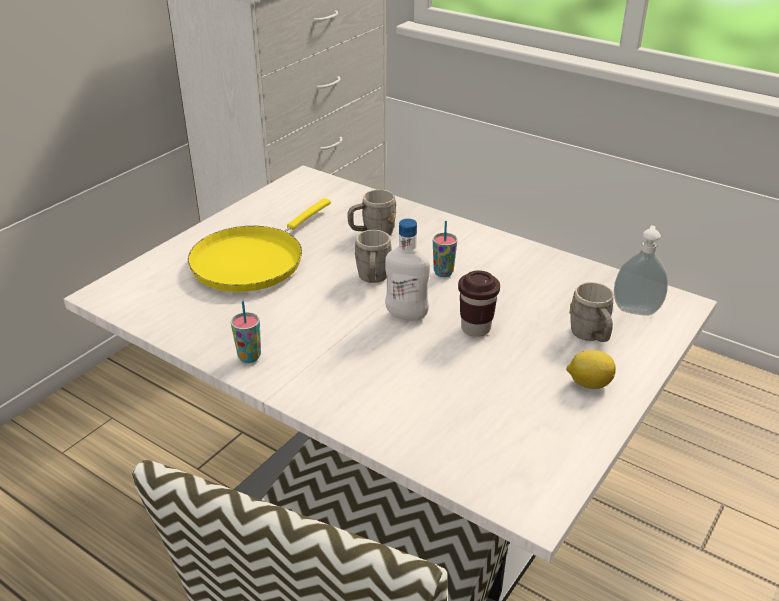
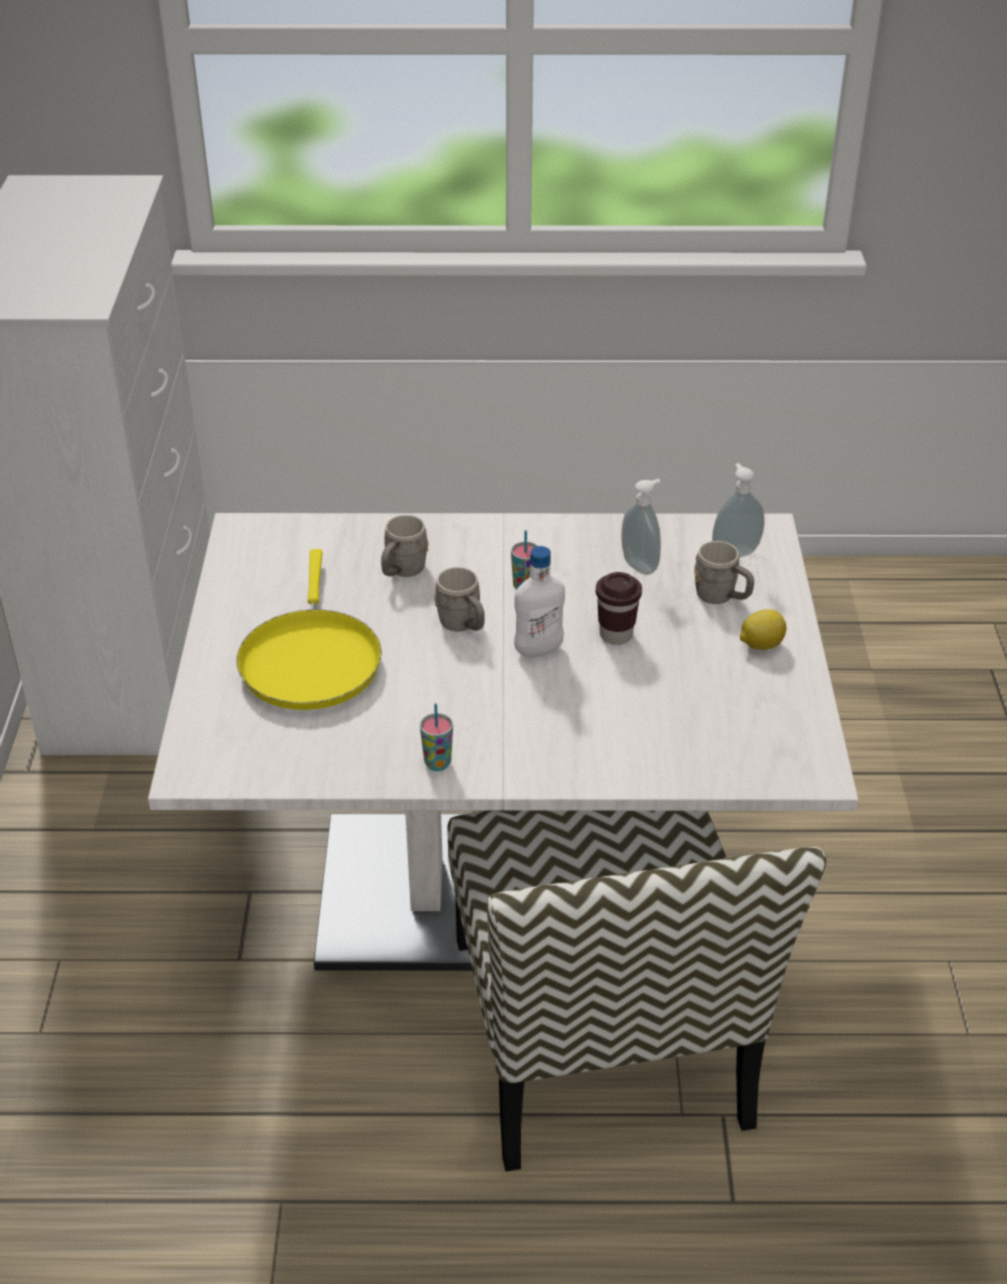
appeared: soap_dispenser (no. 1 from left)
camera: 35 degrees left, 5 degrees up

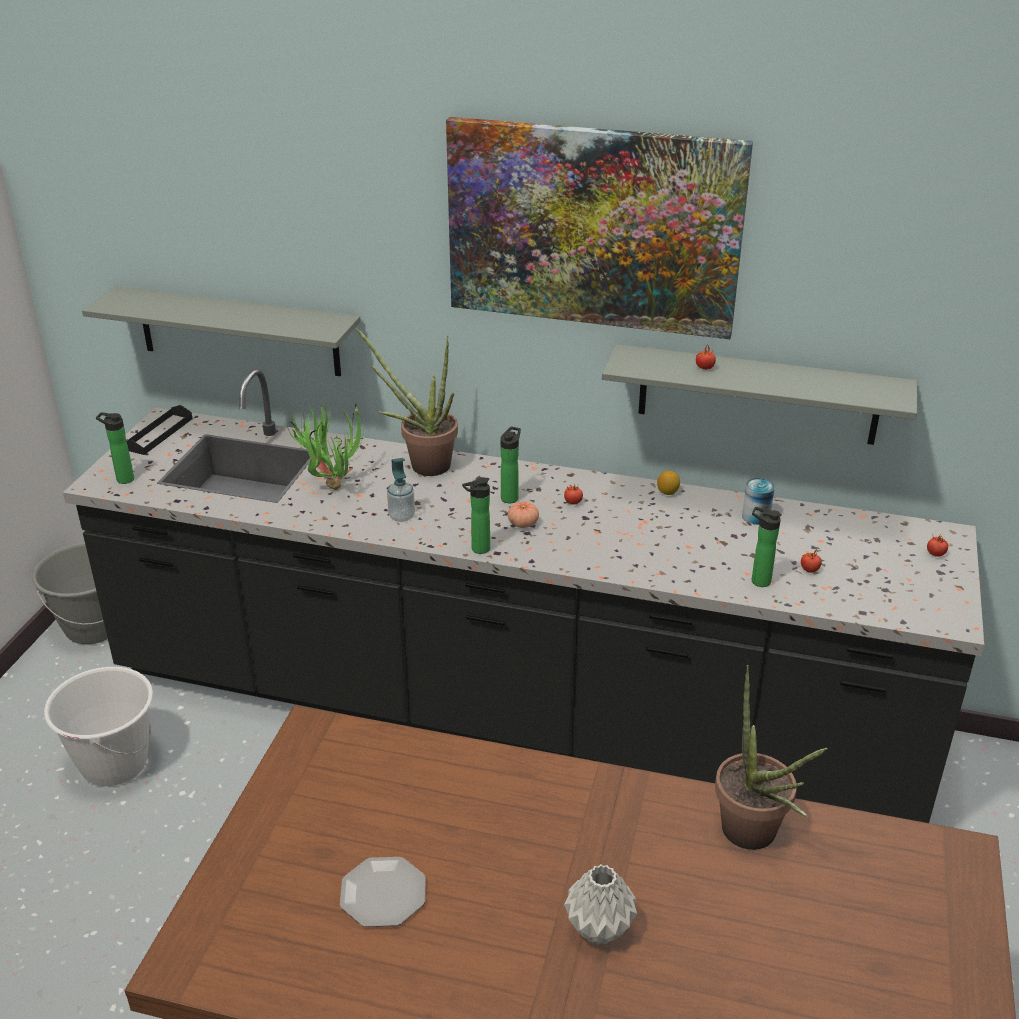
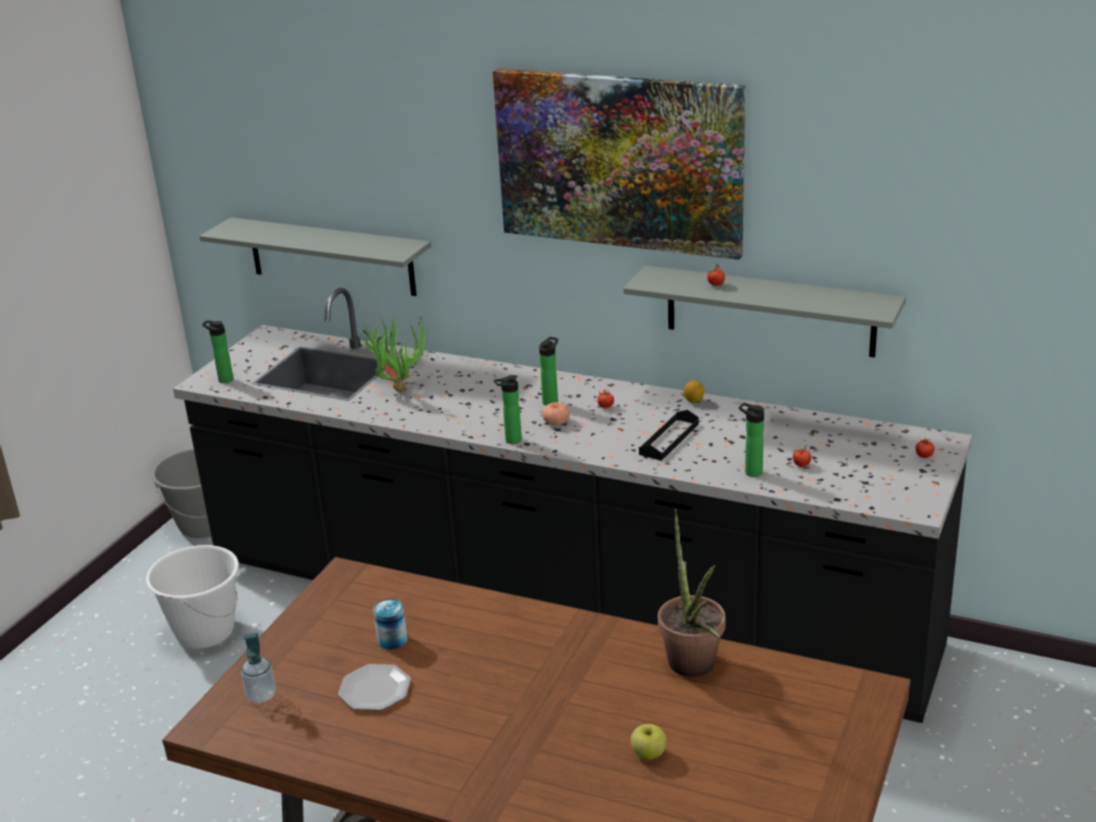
missing: houseplant (no. 2 from left); grey_flower_vase
appeared: apple_fruit
relocated: soap_dispenser; sealed_can; blackish_tray
camera: 10 degrees right, 5 degrees down

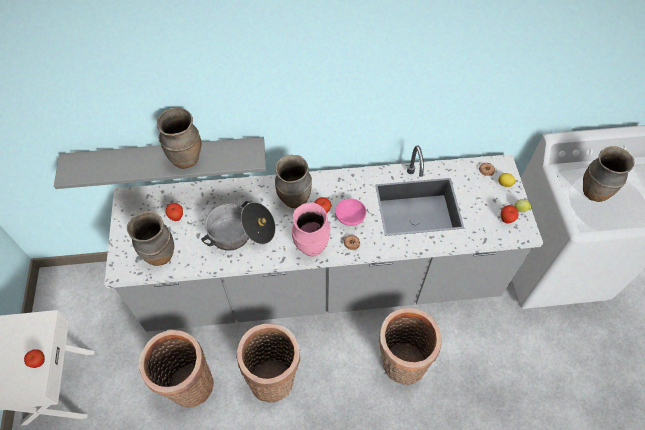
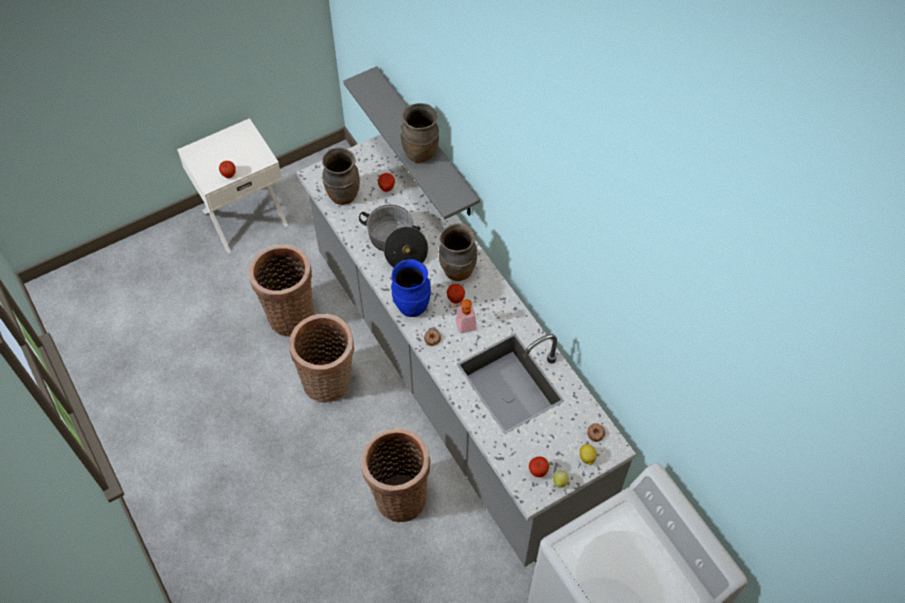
missing: brown-coloured_flower_vase (no. 4 from left)
exchanged: pink-coloured_bowl to soap_dispenser
colour: pink-coloured_flower_vase to blue_flower_vase
camera: 65 degrees right, 0 degrees up

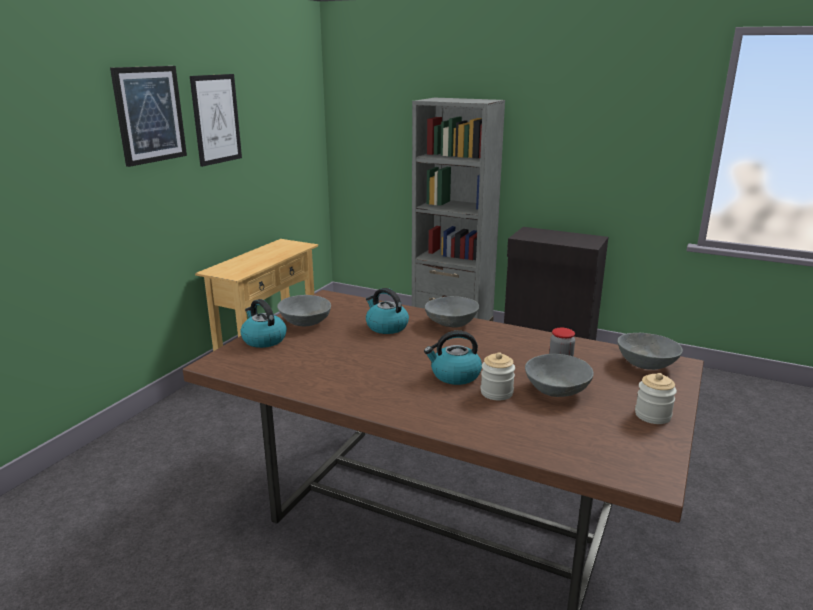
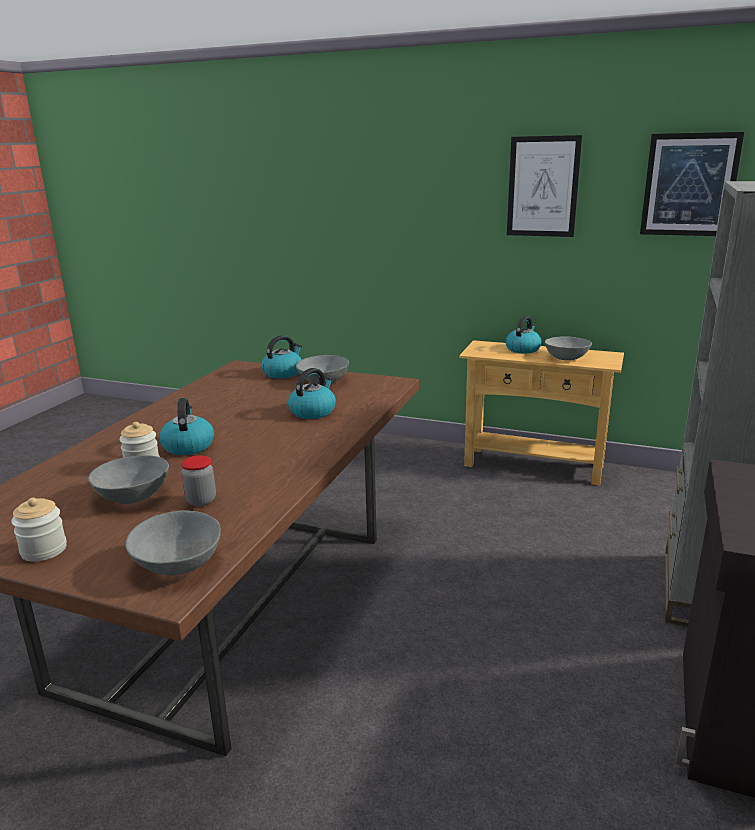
appeared: water_kettle (no. 4 from left)
relocated: grey_bowl (no. 2 from left in the first image) to grey_bowl (no. 4 from left); wall_art (no. 1 from left in the first image) to wall_art (no. 2 from left)
camera: 85 degrees right, 0 degrees up

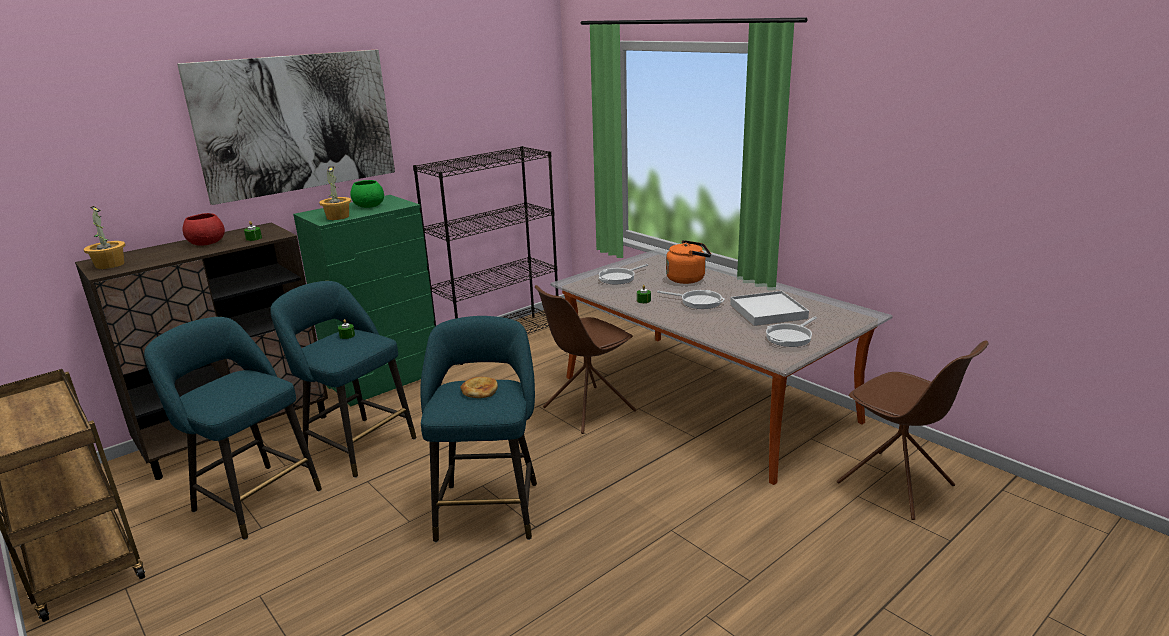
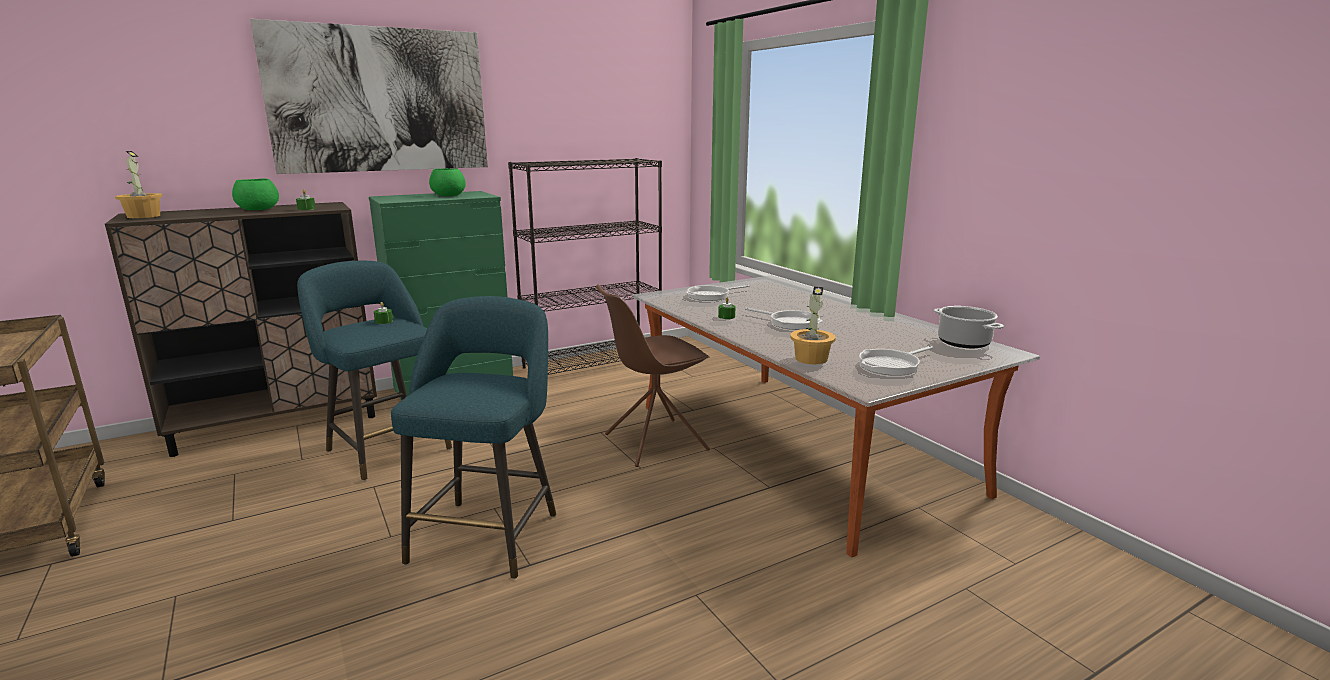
missing: turquoise-coloured_stool (no. 1 from left); bakery_bread; orange_water_kettle; white-coloured_tray; brown-coloured_upright_chair (no. 2 from left)
appeared: cooking_pot
relocated: houseplant (no. 2 from left)
colour: reddish_bowl to green-coloured_bowl (no. 1 from left)
camera: 10 degrees right, 5 degrees down

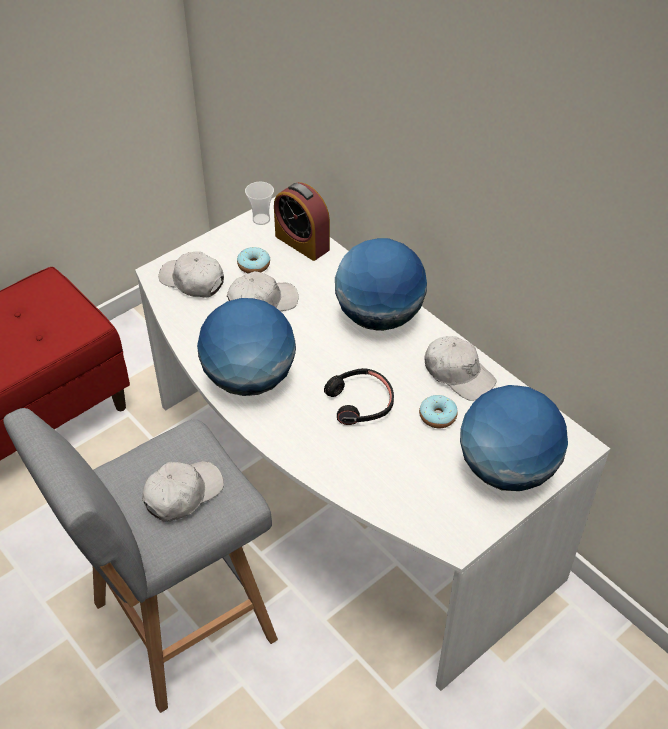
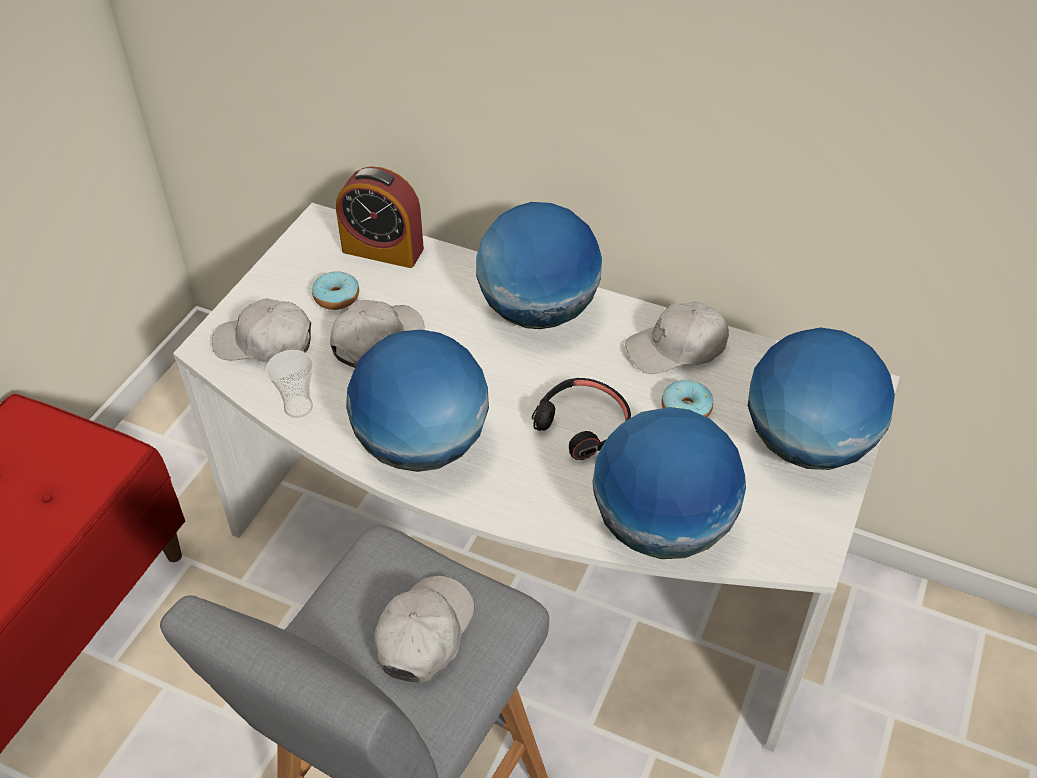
appeared: desk_globe (no. 3 from left)
relocated: drinking_cup
spun: white-coloured_baseball_cap (no. 4 from left) 150 degrees clockwise
camera: 25 degrees left, 0 degrees up

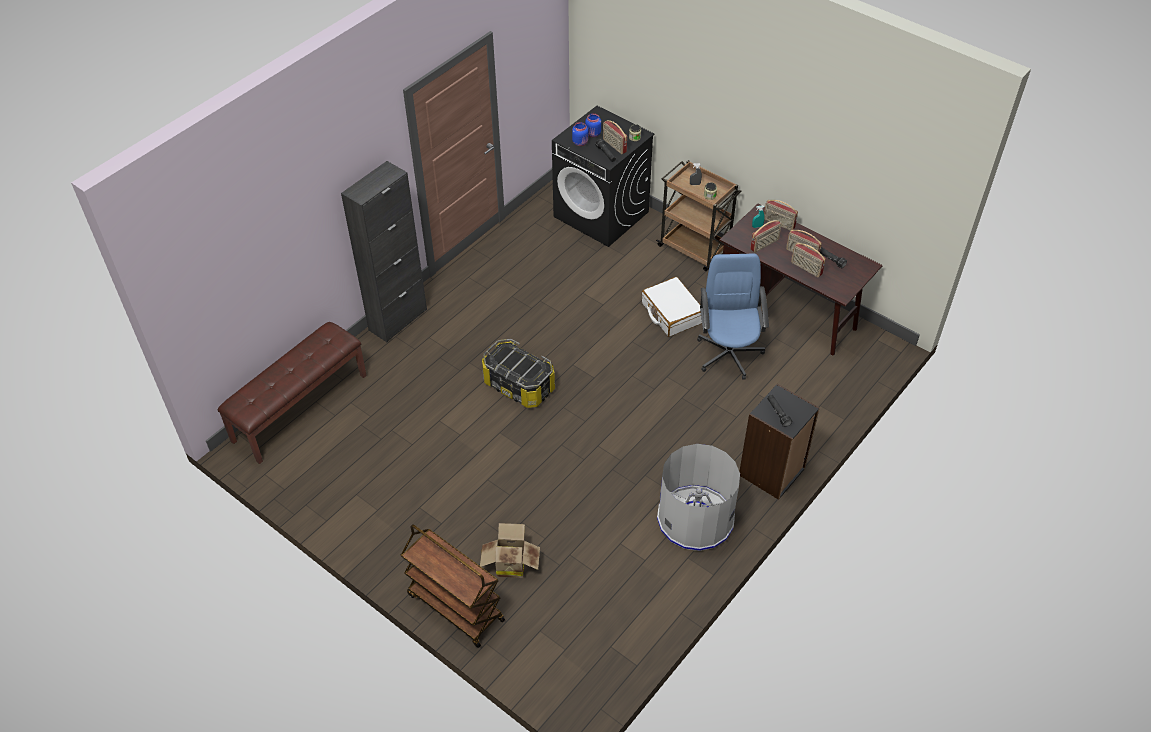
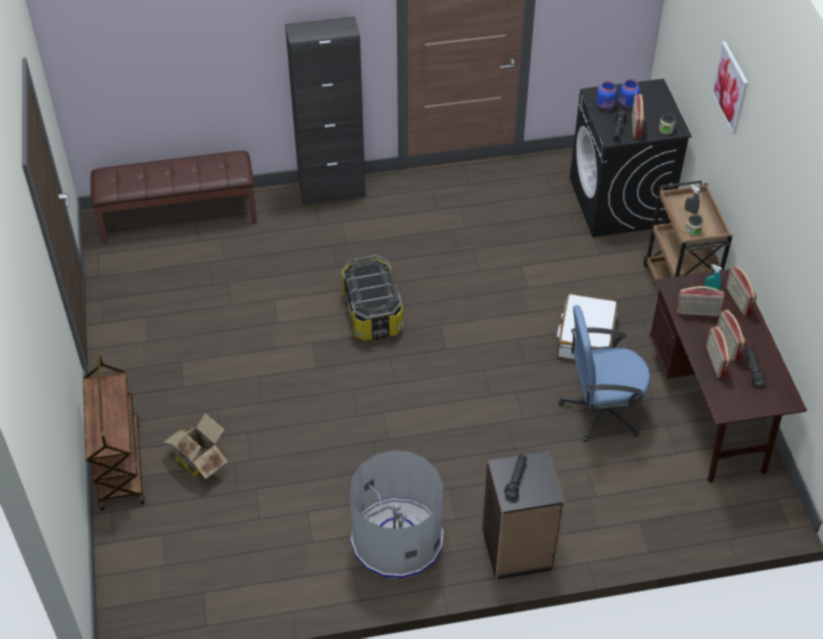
appeared: wall_art
spun: blue_computer_chair 135 degrees counterclockwise
camera: 40 degrees right, 0 degrees up

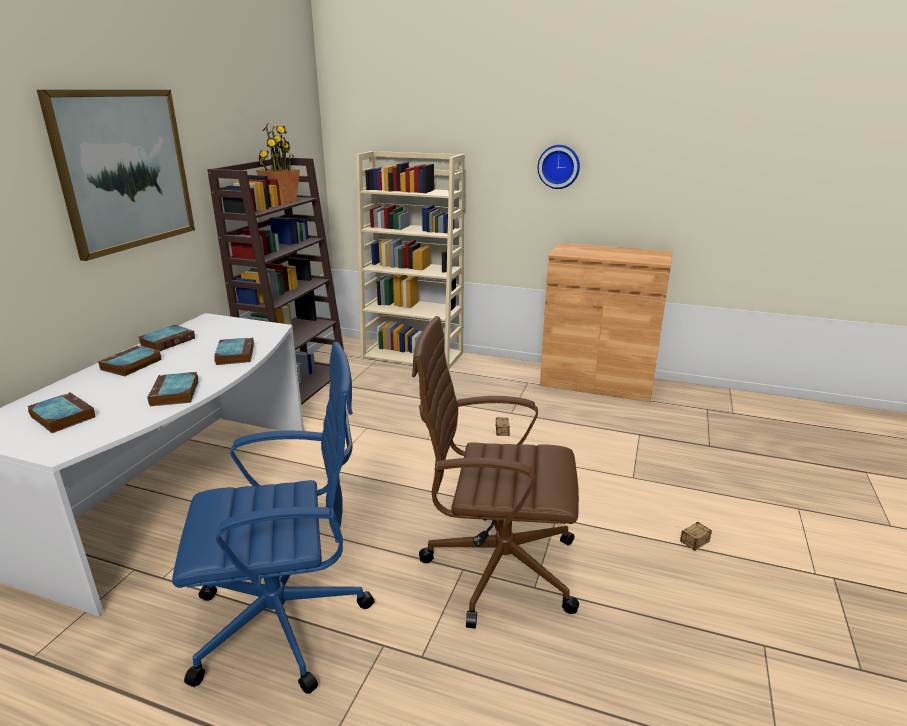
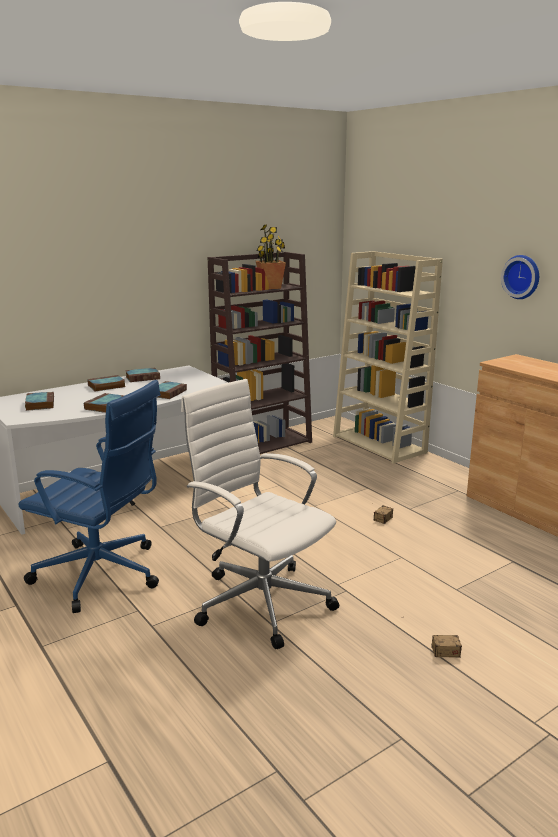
missing: wall_art
colour: brown-coloured_computer_chair to white-coloured_computer_chair
camera: 35 degrees right, 5 degrees down

